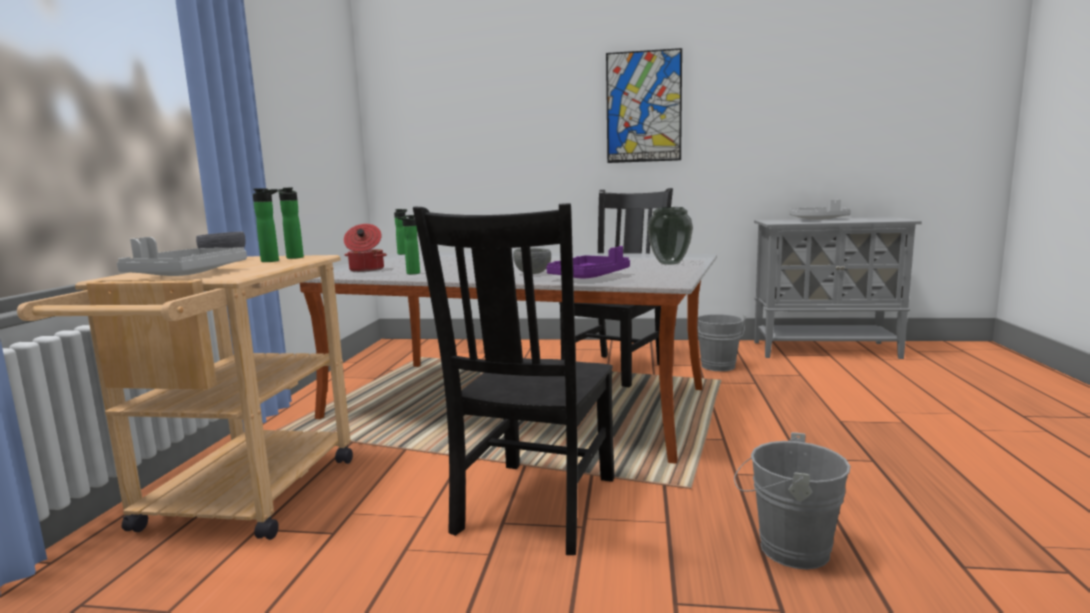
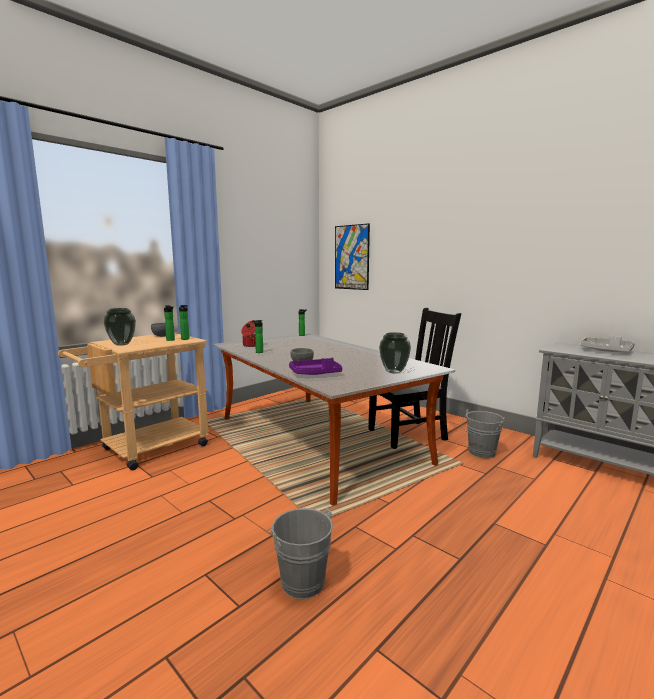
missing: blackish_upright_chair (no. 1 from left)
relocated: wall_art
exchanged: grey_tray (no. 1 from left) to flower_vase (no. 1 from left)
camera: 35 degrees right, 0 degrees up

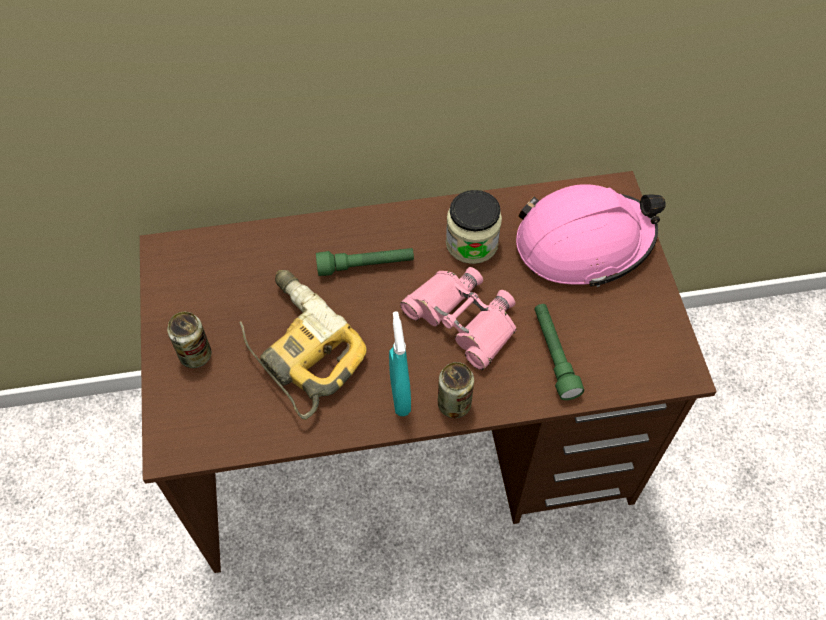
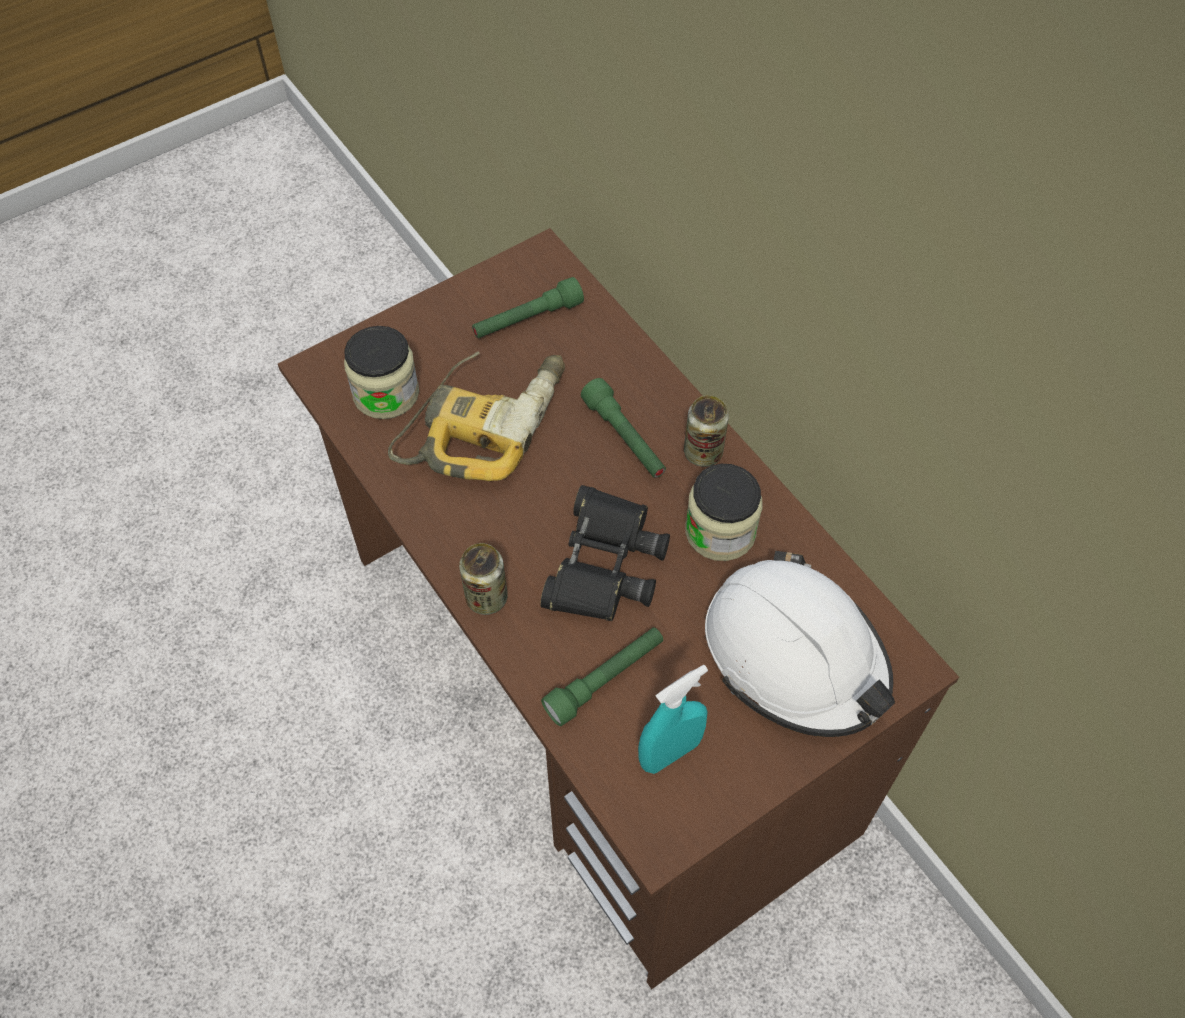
appeared: jar (no. 1 from left); green-coloured_torch (no. 1 from left)
relocated: turquoise-coloured_sprayer; sealed_can (no. 1 from left in the first image) to sealed_can (no. 2 from left)
colour: pink-coloured_field_glasses to blackish_field_glasses; pink-coloured_safety_helmet to white-coloured_safety_helmet
camera: 65 degrees right, 0 degrees up

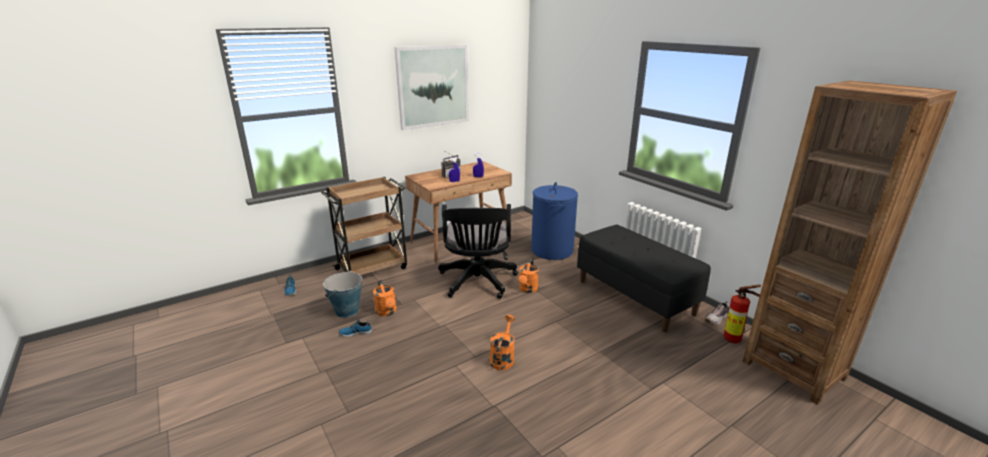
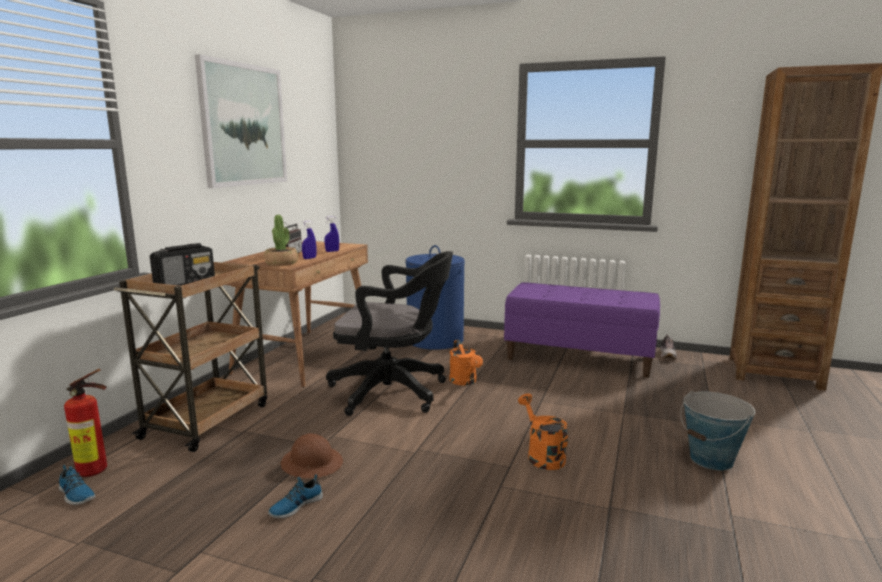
appeared: radio_receiver (no. 1 from left); houseplant
relocated: fire-fighting_cylinder; water_bucket
exchanged: orange_watering_can (no. 1 from left) to brown-coloured_safety_helmet
colour: blackish_bench to purple_bench
spun: blackish_computer_chair 45 degrees counterclockwise
camera: 35 degrees left, 10 degrees down

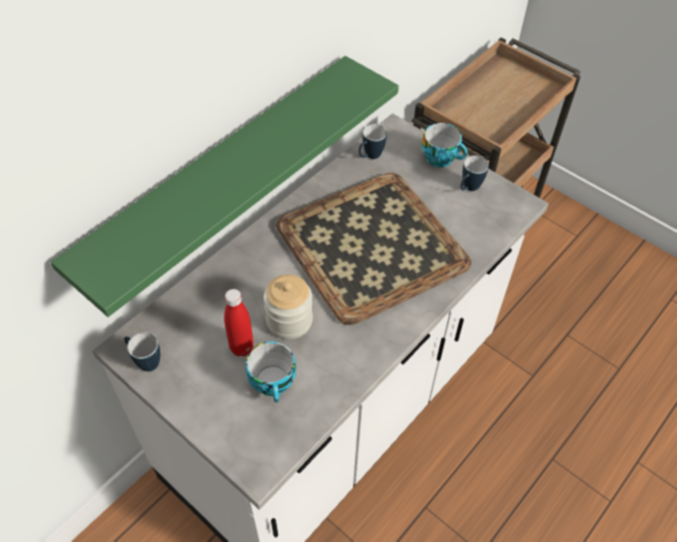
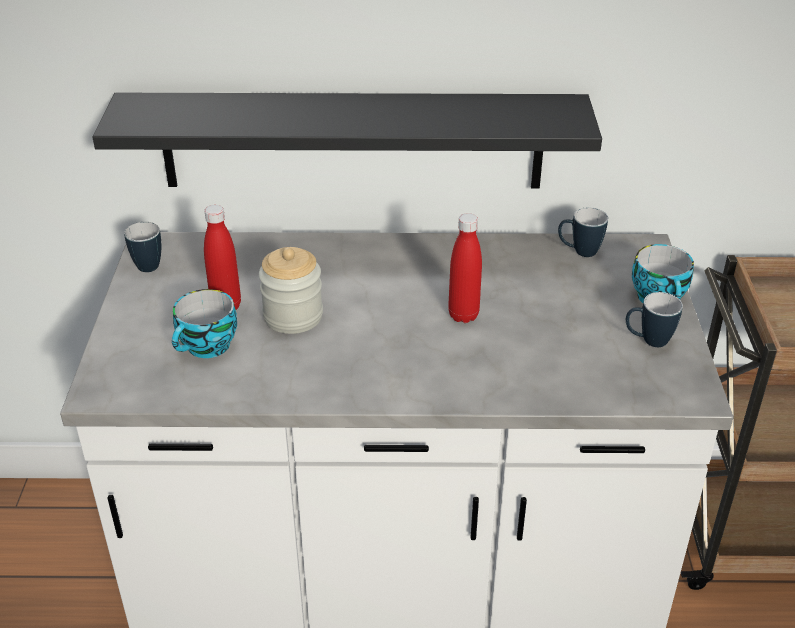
exchanged: tray to reddish_drink_bottle (no. 2 from left)
colour: green-coloured_wall_shelf to blackish_wall_shelf
camera: 50 degrees right, 15 degrees down

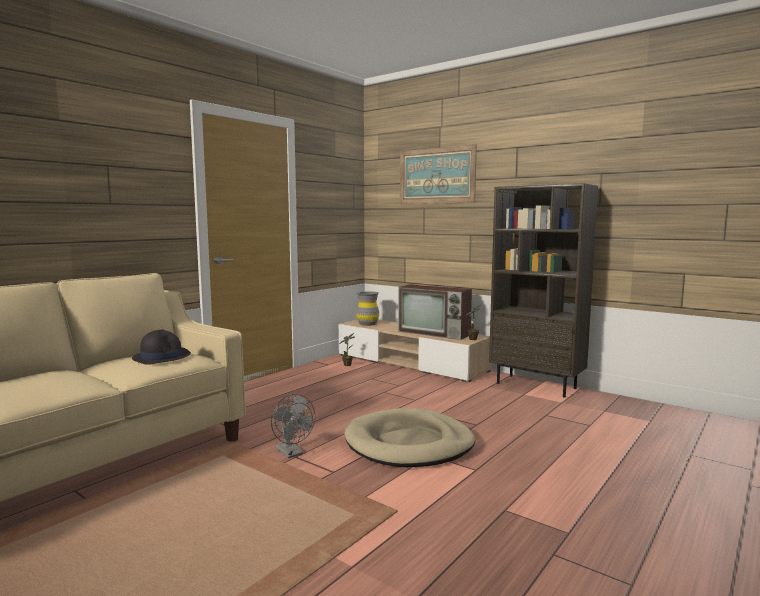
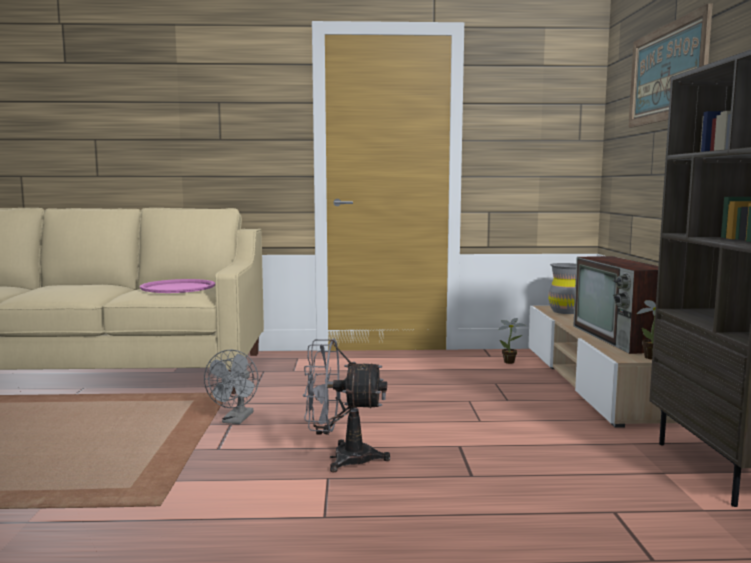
exchanged: blackish_clothing_hat to pink-coloured_tray; beige-coloured_pet_bed to grey_cooling_fan (no. 2 from left)
camera: 50 degrees right, 0 degrees up

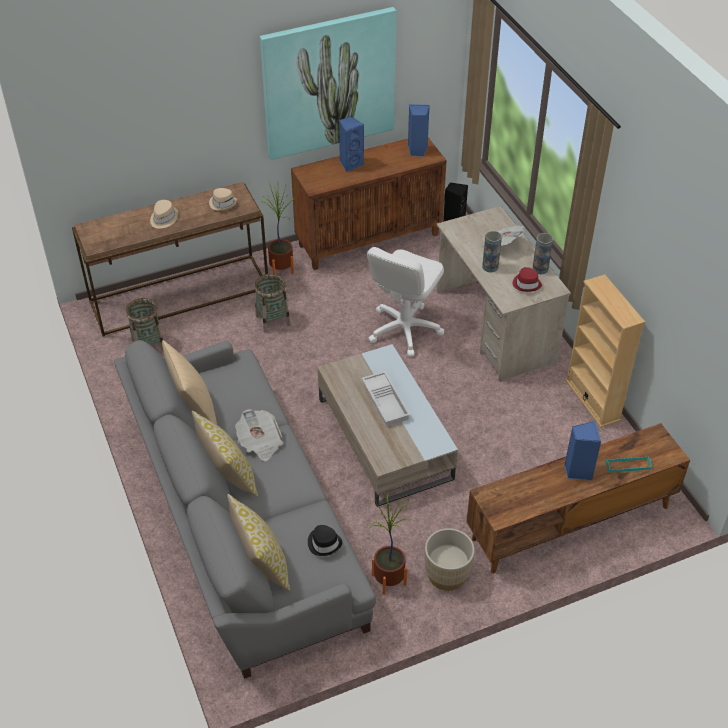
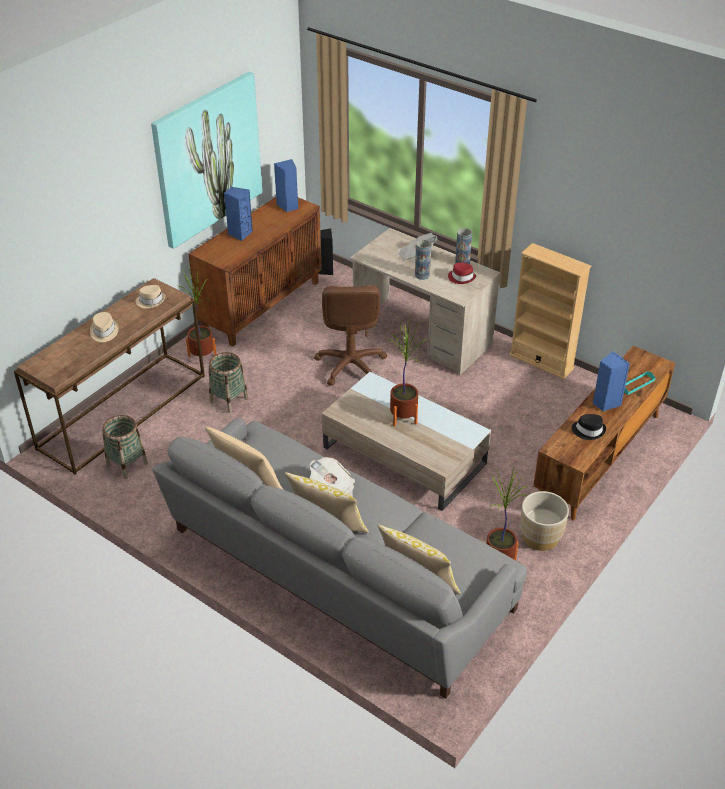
relocated: blackish_clothing_hat
exchanged: white-coloured_tray to houseplant (no. 2 from left)
colour: white-coloured_computer_chair to brown-coloured_computer_chair
camera: 30 degrees left, 5 degrees down

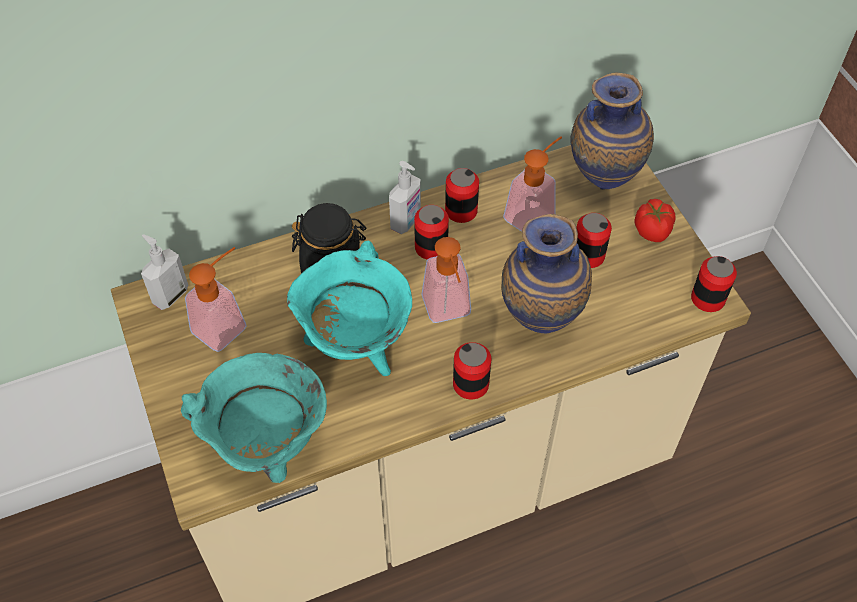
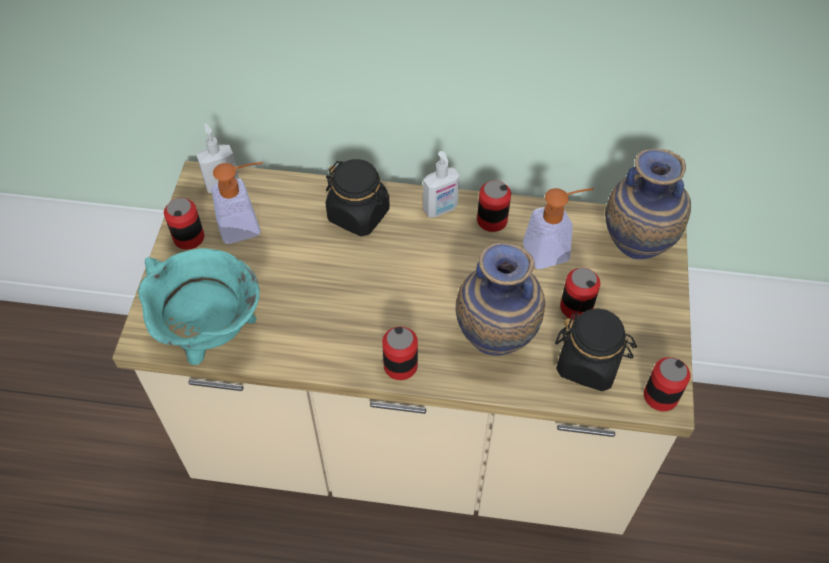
missing: turquoise-coloured_cooking_pot (no. 2 from left); soap_dispenser (no. 4 from left); tomato
appeared: blackish_jar (no. 2 from left)
relocated: sealed_can (no. 1 from left)
camera: 30 degrees right, 0 degrees up

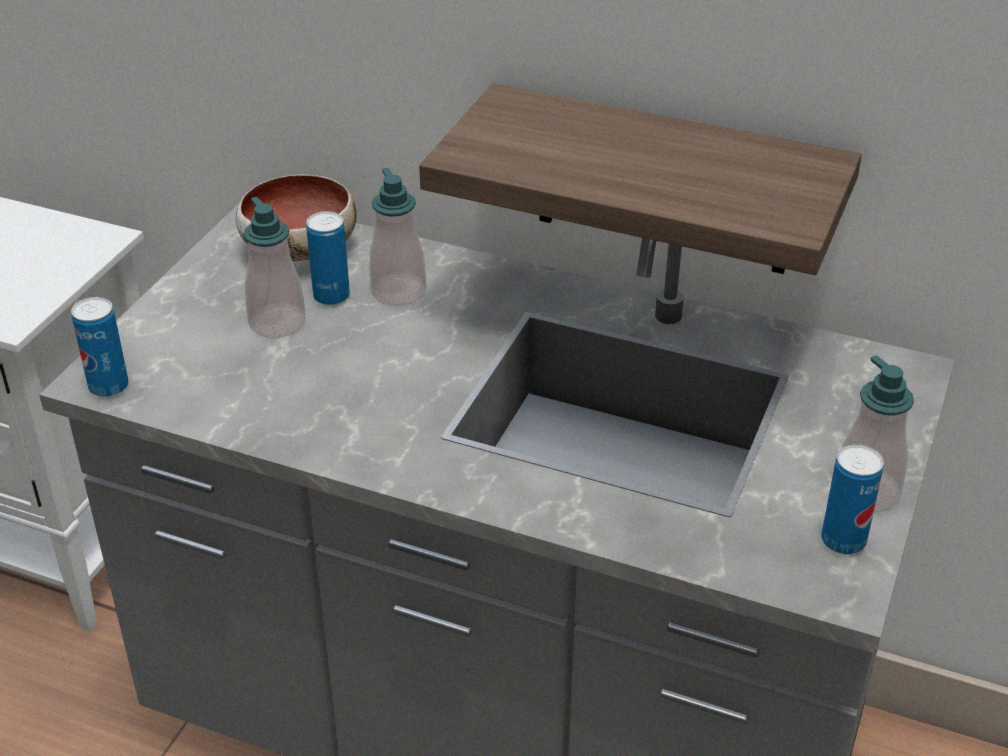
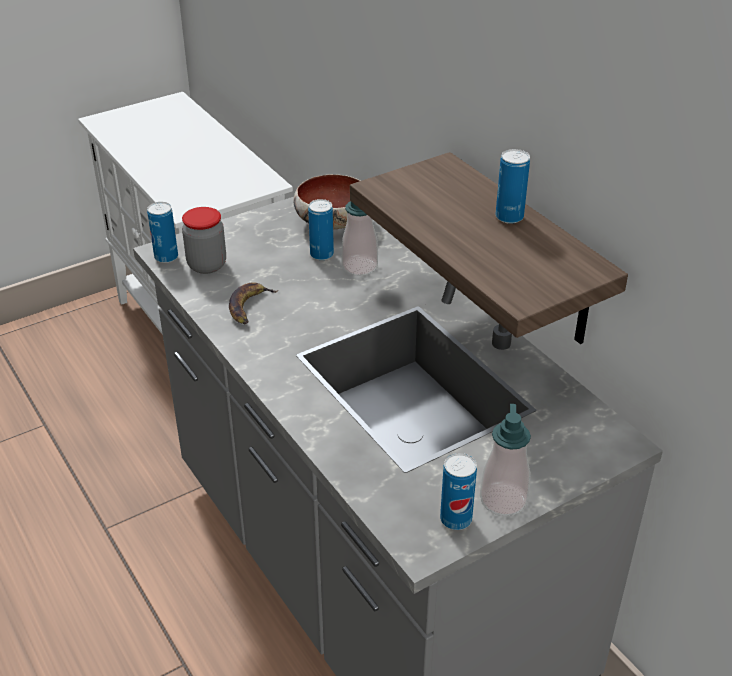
missing: soap_dispenser (no. 1 from left)
appeared: jar; banana_fruit; sealed_can (no. 4 from left)
camera: 35 degrees right, 0 degrees up

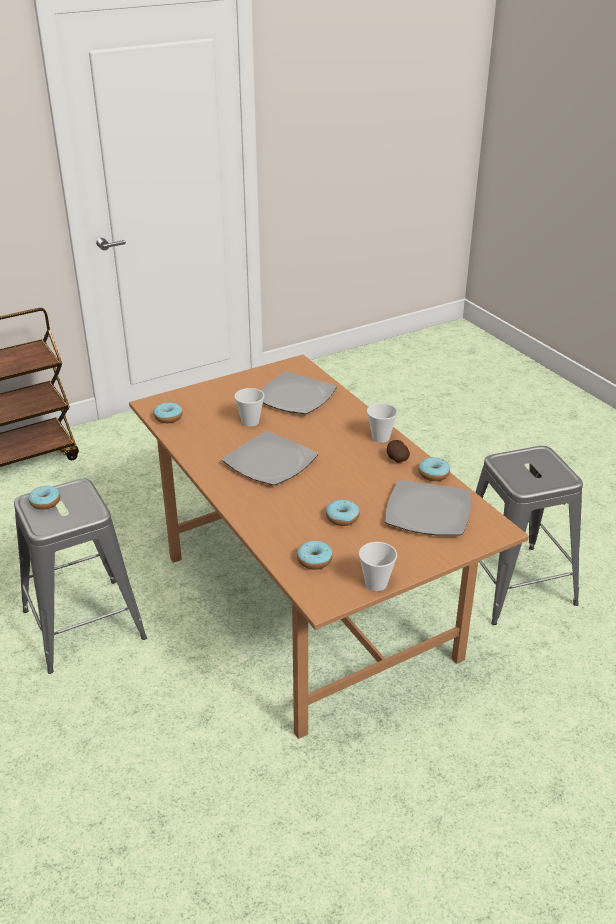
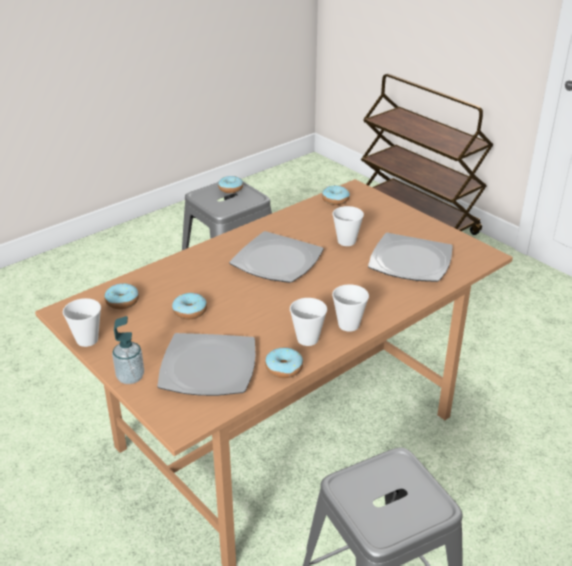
appeared: soap_dispenser
exchanged: whole_potato to drinking_cup (no. 2 from left)
camera: 80 degrees right, 0 degrees up

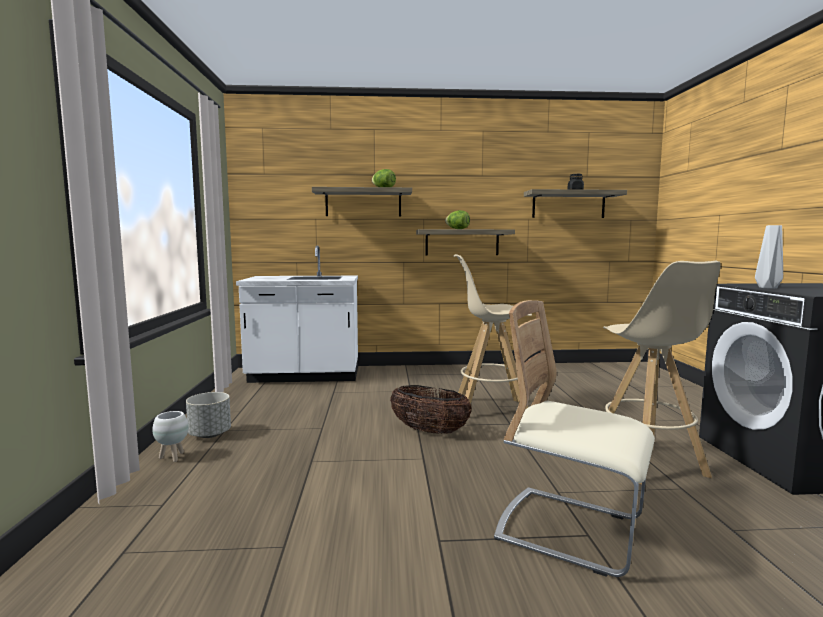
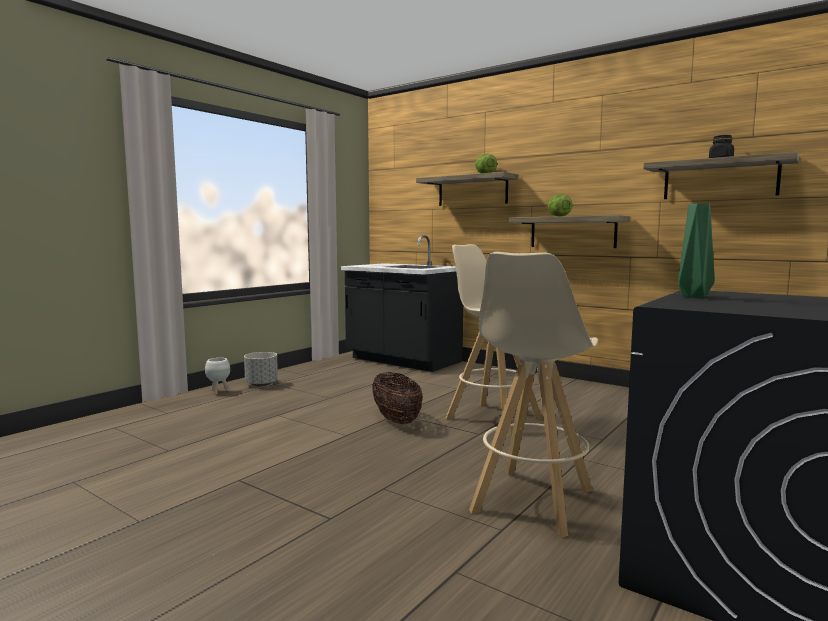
missing: beige-coloured_upright_chair
colour: white-coloured_counter to blackish_counter; grey_flower_vase to green-coloured_flower_vase
camera: 40 degrees right, 0 degrees up

